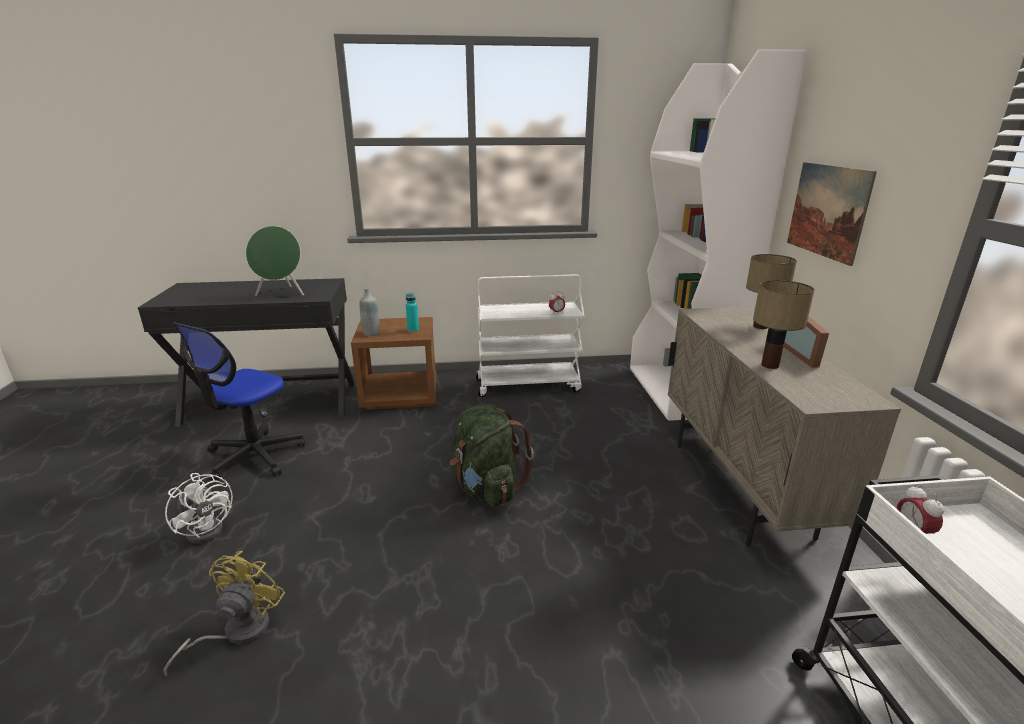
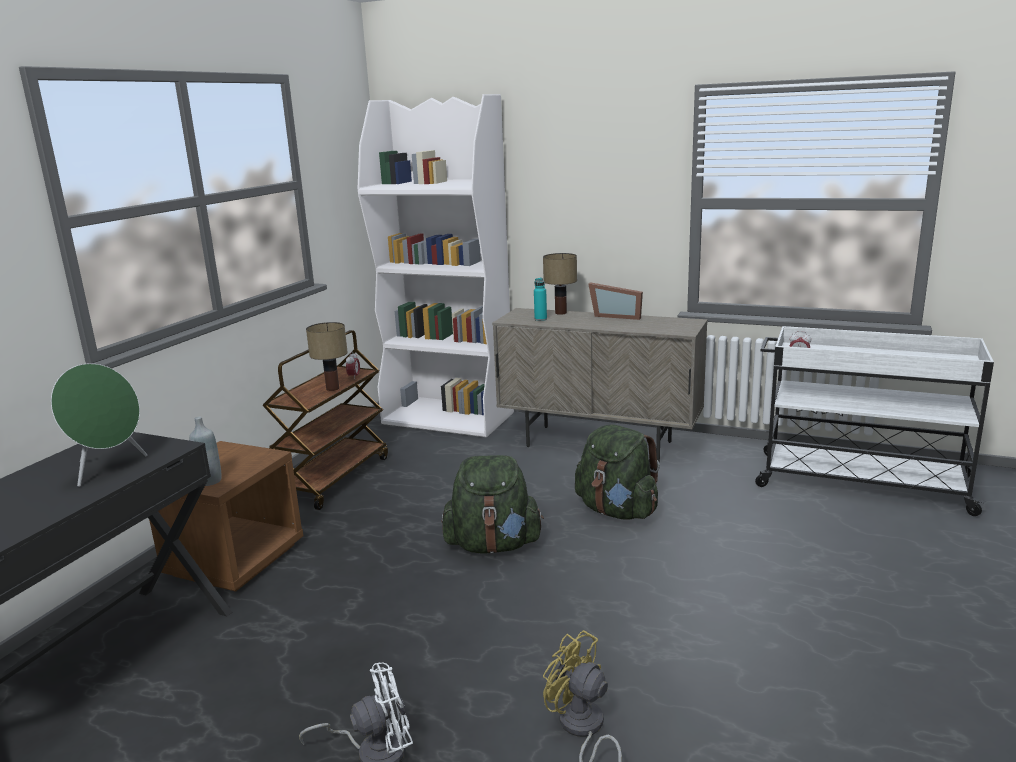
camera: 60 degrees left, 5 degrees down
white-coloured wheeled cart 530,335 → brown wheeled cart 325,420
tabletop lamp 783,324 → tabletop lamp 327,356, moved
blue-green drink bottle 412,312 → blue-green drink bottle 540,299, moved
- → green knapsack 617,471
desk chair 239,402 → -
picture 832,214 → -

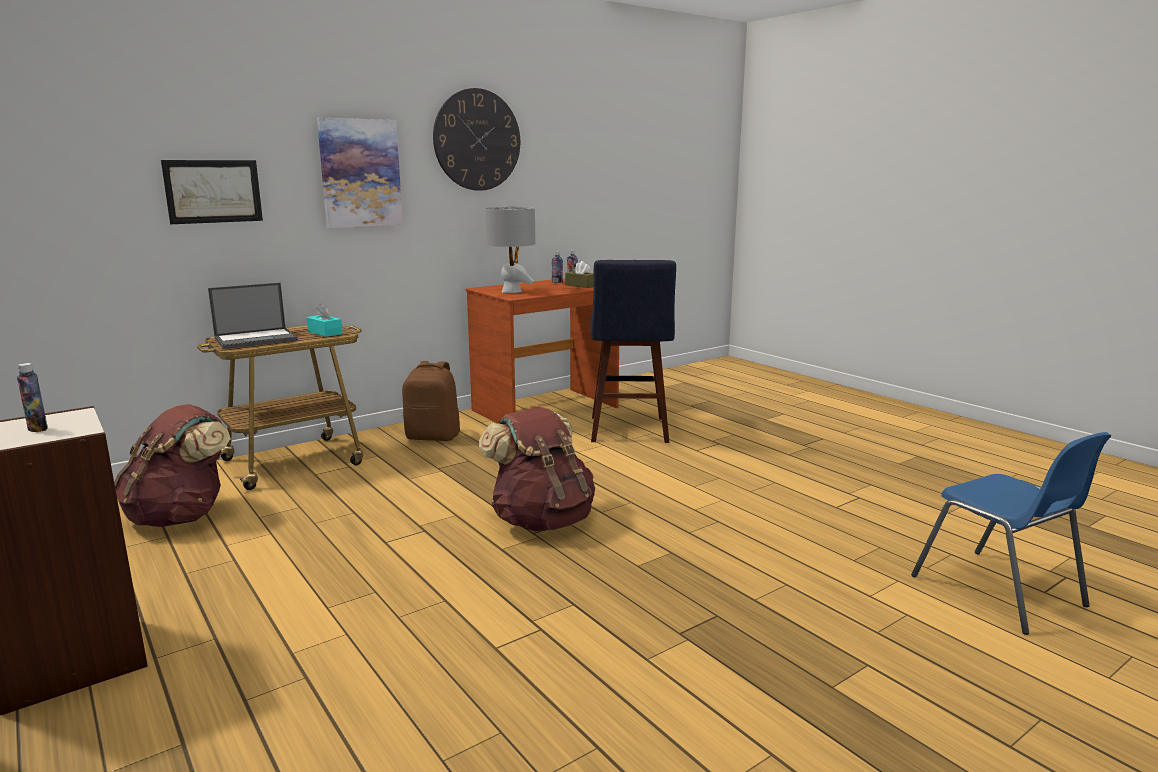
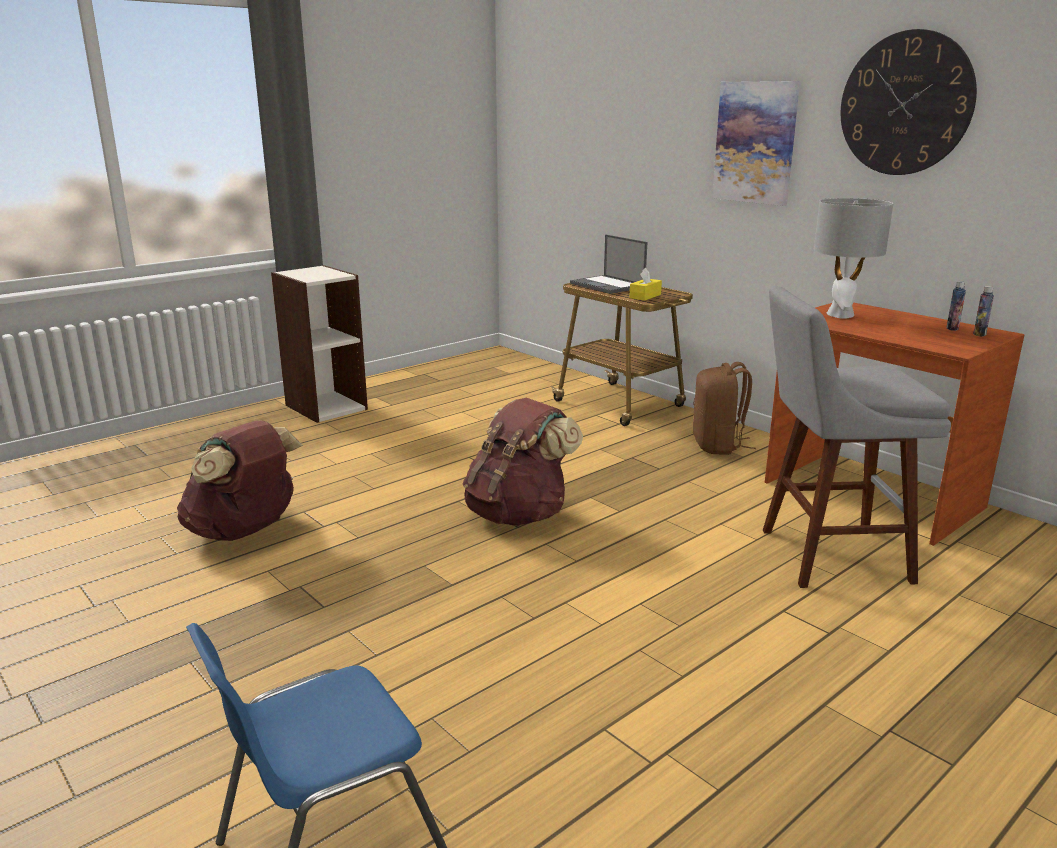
camera: 85 degrees right, 5 degrees up
brown knapsack 172,465 → brown knapsack 240,481, moved
blue-green tissue box 325,320 → yellowish tissue box 645,284
blue stool 633,351 → grey stool 857,437
drink bottle 32,397 → -
picture 212,192 → -
brown tissue box 579,274 → -

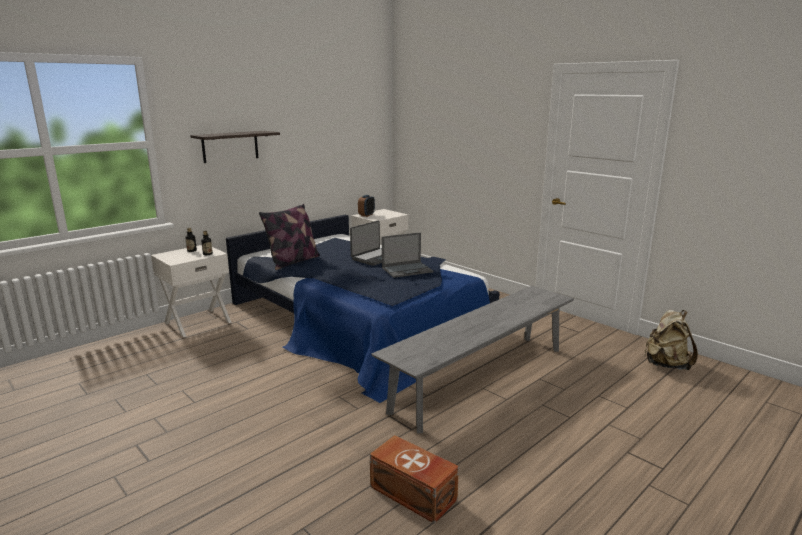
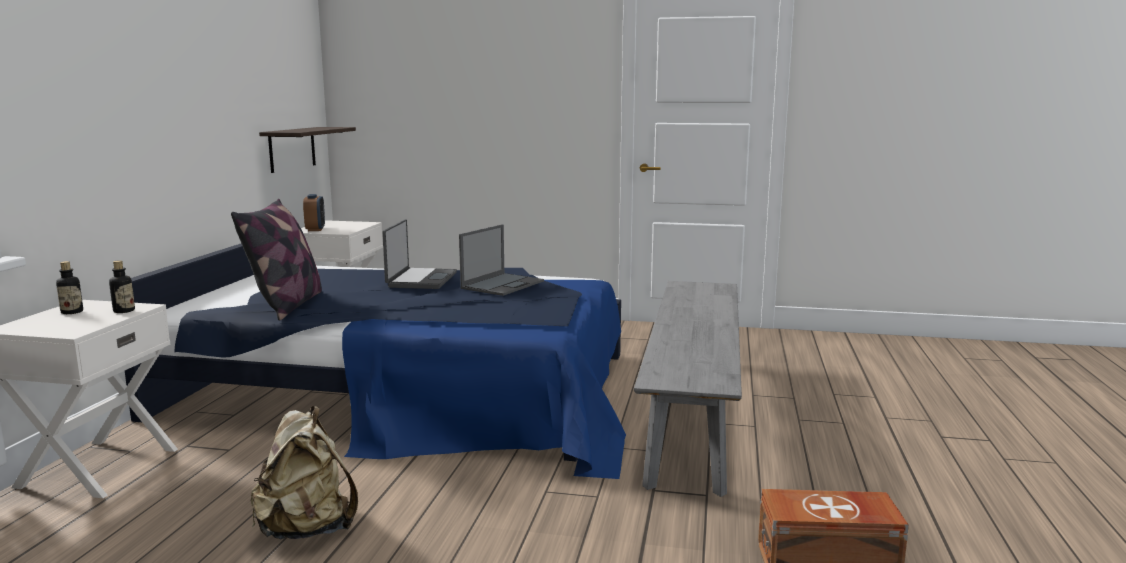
camera: 35 degrees left, 5 degrees down
sand-coloured knapsack 671,340 → sand-coloured knapsack 304,472, moved
bracket shelf 235,147 → bracket shelf 307,150, moved

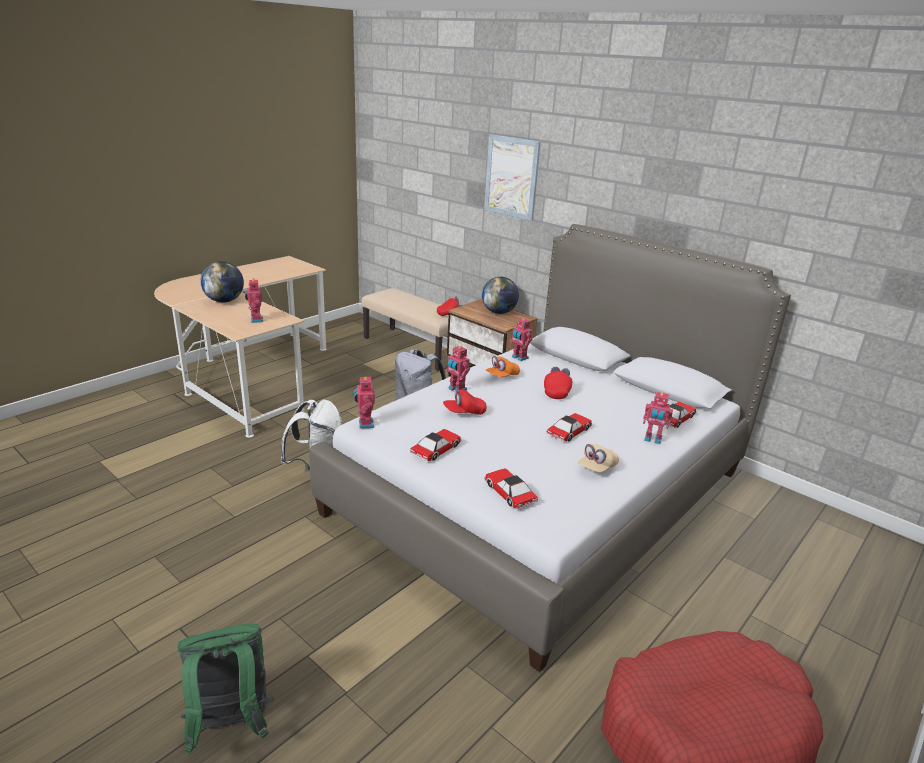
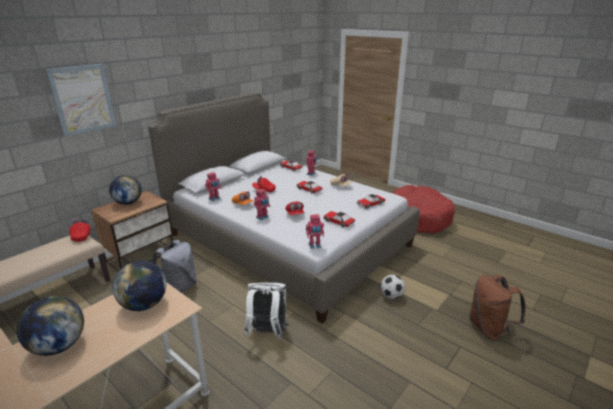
camera: 90 degrees left, 0 degrees up
toy robot 254,300 → globe 139,285
- → football 393,287
green knapsack 226,689 → brown knapsack 497,307

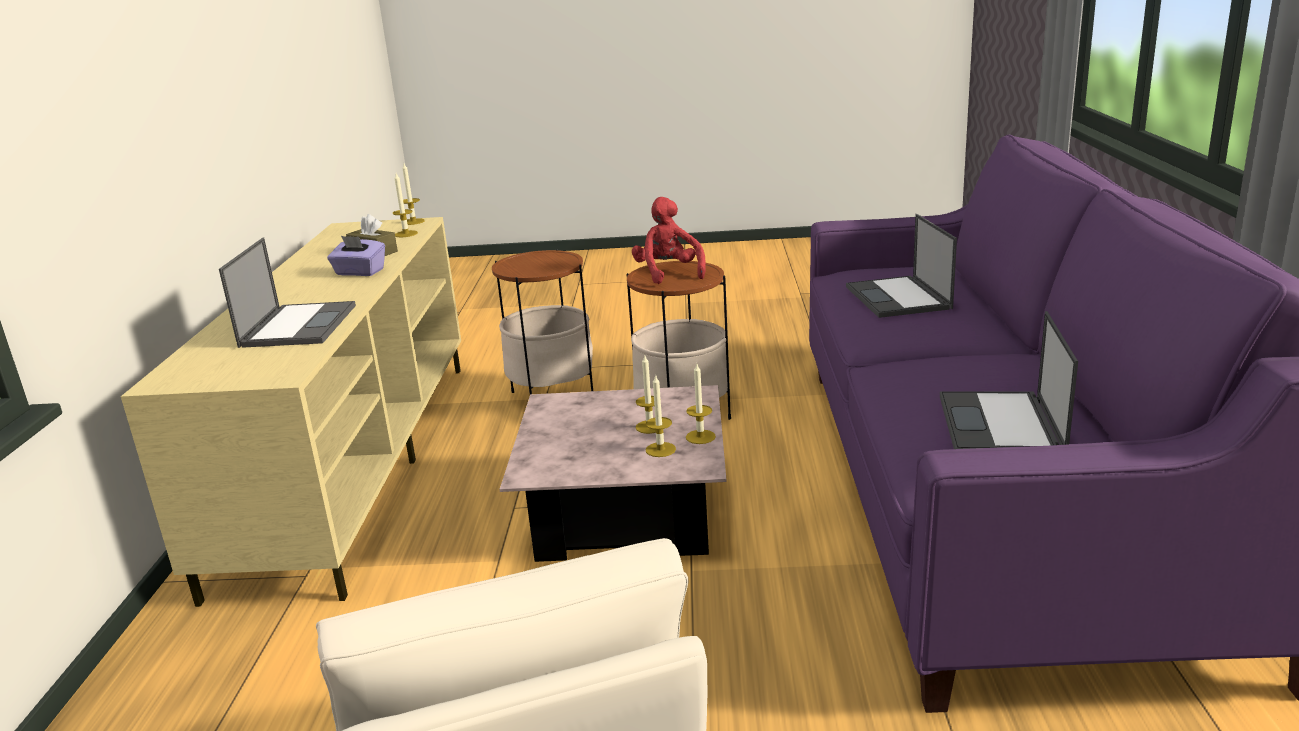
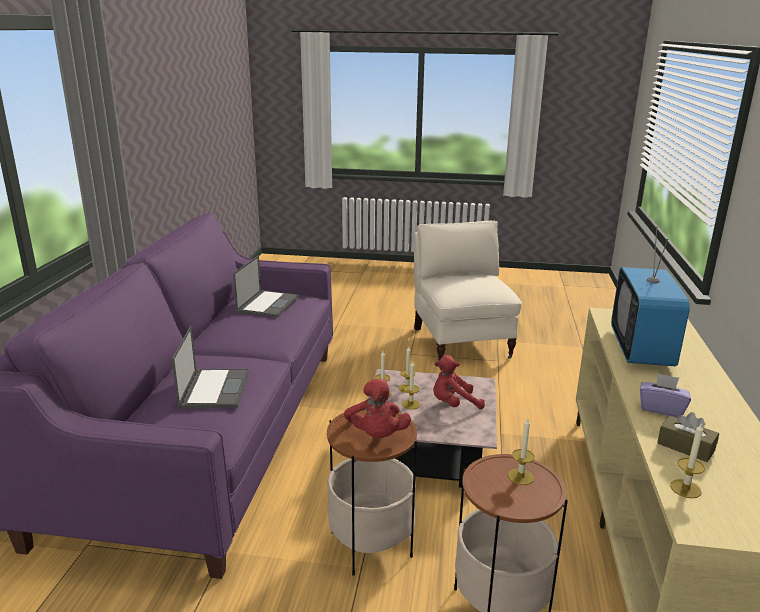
camera: 175 degrees left, 0 degrees up
- → red-coloured plush toy 459,382
wax light 413,194 → wax light 521,451, moved
laptop 287,292 → TV 650,296

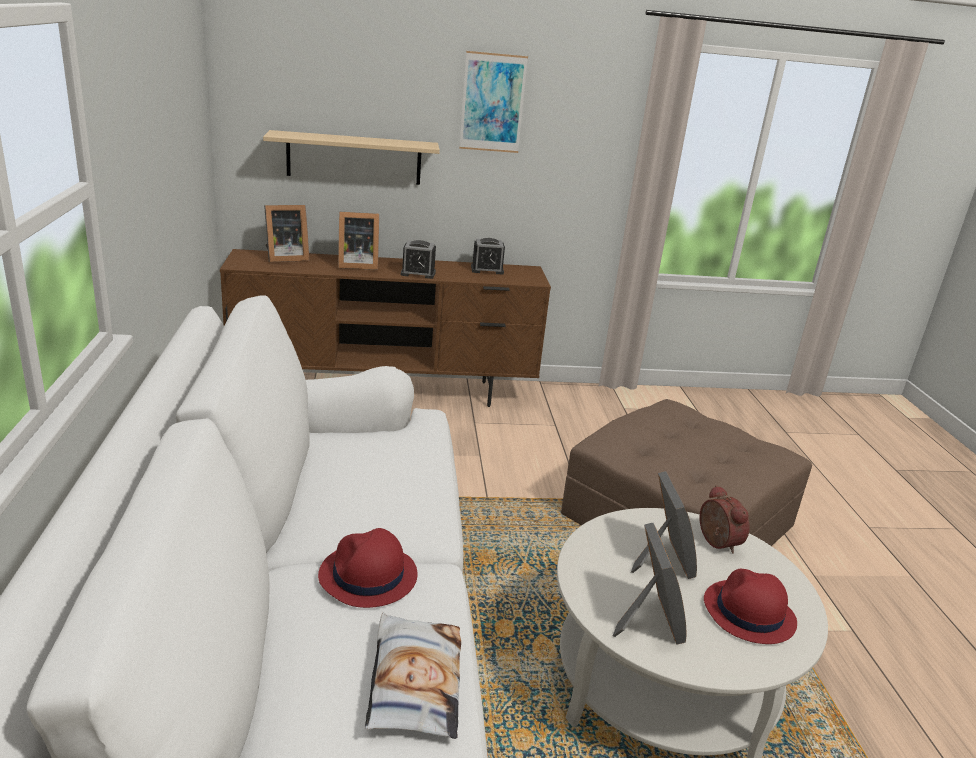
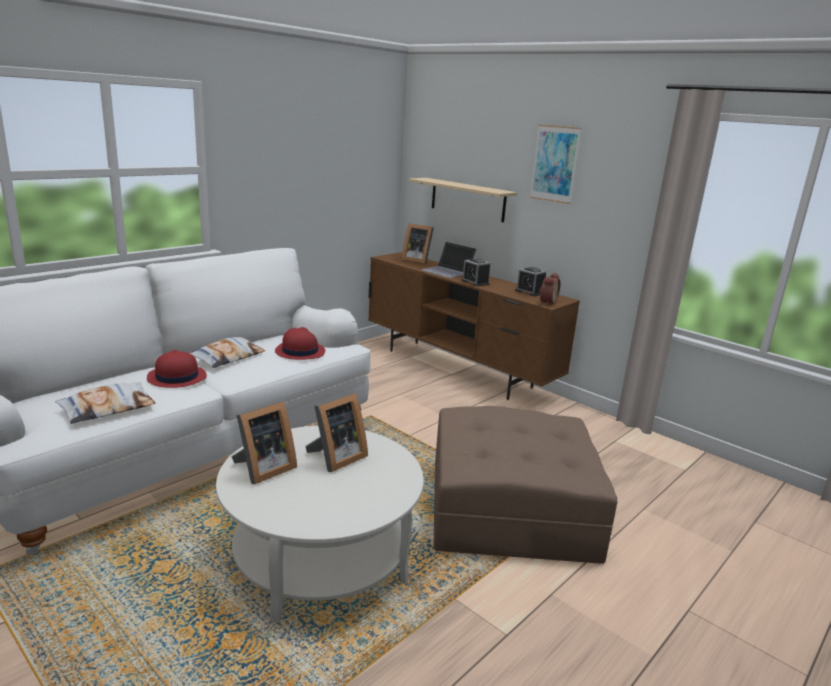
camera: 50 degrees right, 5 degrees down
- → throw pillow 227,352
red-coloured wearable hat 750,606 → red-coloured wearable hat 300,343, moved
photo frame 358,241 → laptop 449,260
bedside clock 724,519 → bedside clock 549,289, moved

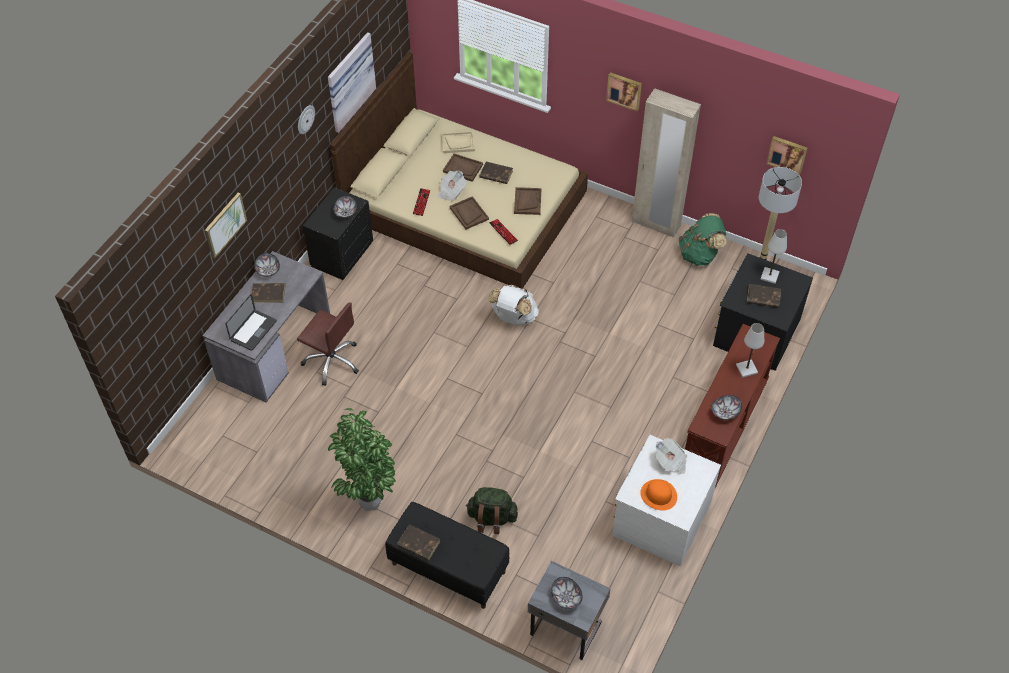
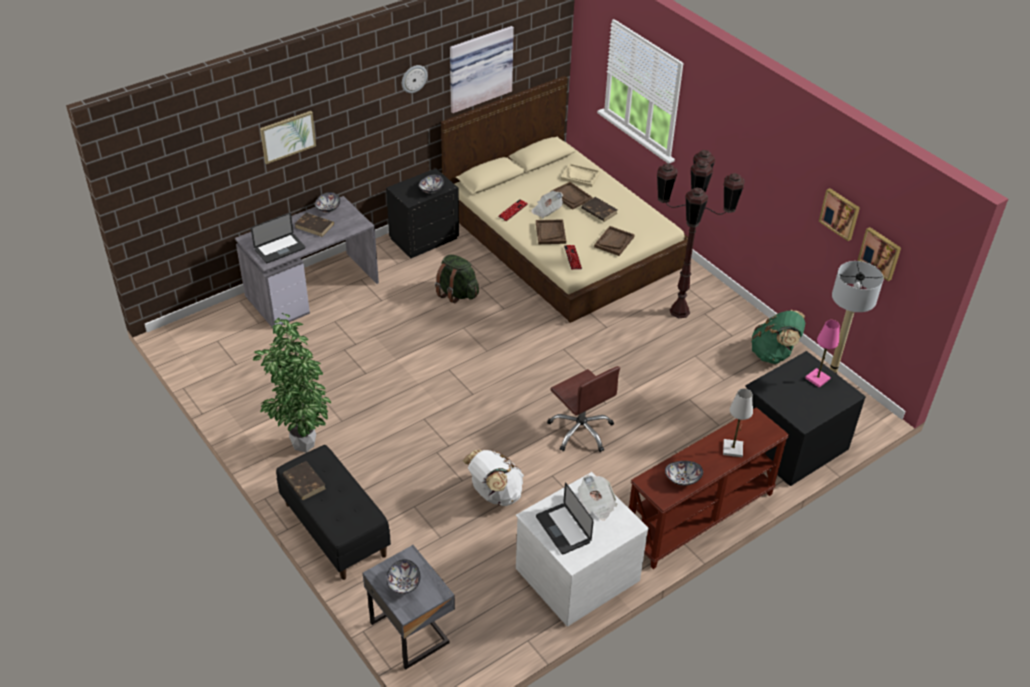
camera: 25 degrees right, 10 degrees down
green knapsack 492,510 → green knapsack 457,278, moved
white-coloured knapsack 513,304 → white-coloured knapsack 493,478, moved
orange wearable hat 658,495 → laptop 565,518
brown desk chair 328,344 → brown desk chair 583,409, moved
- → brown floor lamp 701,234
white-coloured tabletop lamp 773,256 → pink tabletop lamp 822,354
picture 624,91 → picture 839,214, moved
sand-coloured armoire 666,163 → -
brown book 764,296 → -

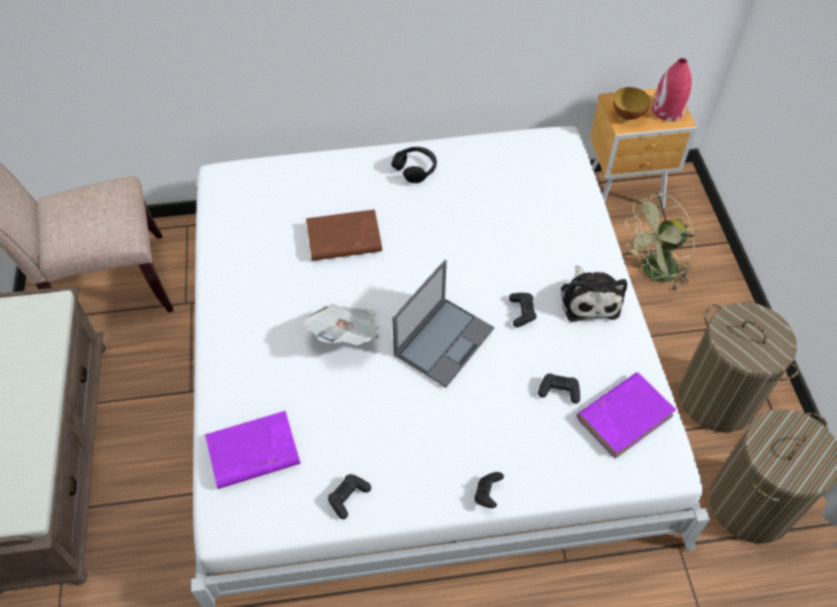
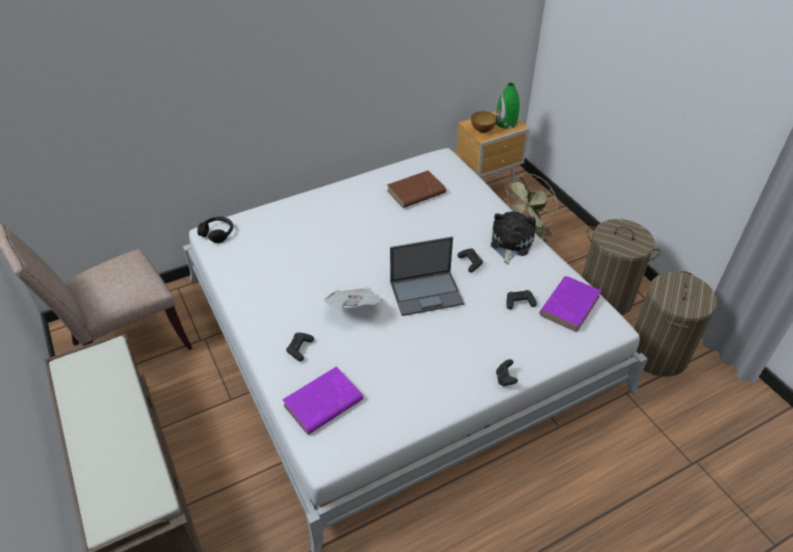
camera: 20 degrees left, 10 degrees down
black-coloured headphones 414,165 → black-coloured headphones 215,230, moved
black-coloured gamepad 349,496 → black-coloured gamepad 300,347, moved
brown book 344,235 → brown book 416,189, moved
laptop 443,323 → laptop 427,276, 60 degrees clockwise
plush toy 594,294 → plush toy 513,237, 135 degrees counterclockwise
red-coloured flower vase 672,89 → green flower vase 508,106

